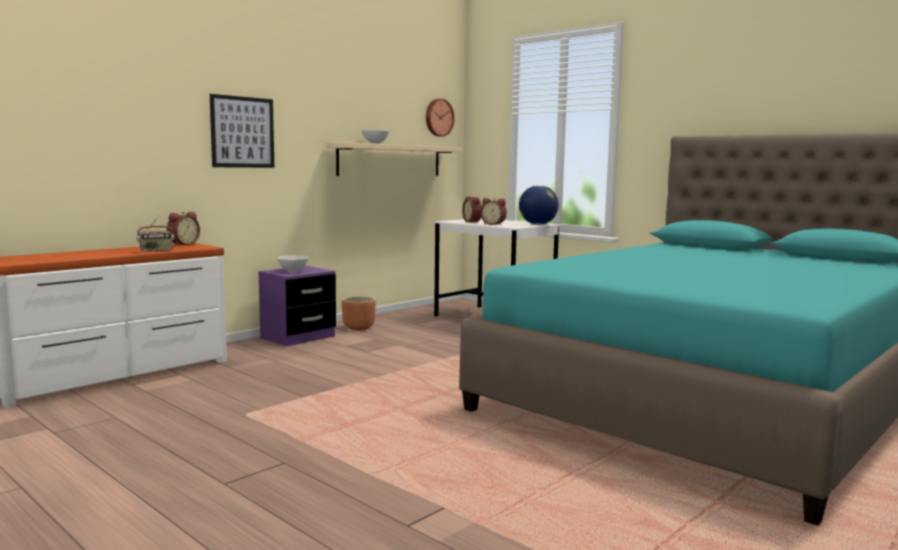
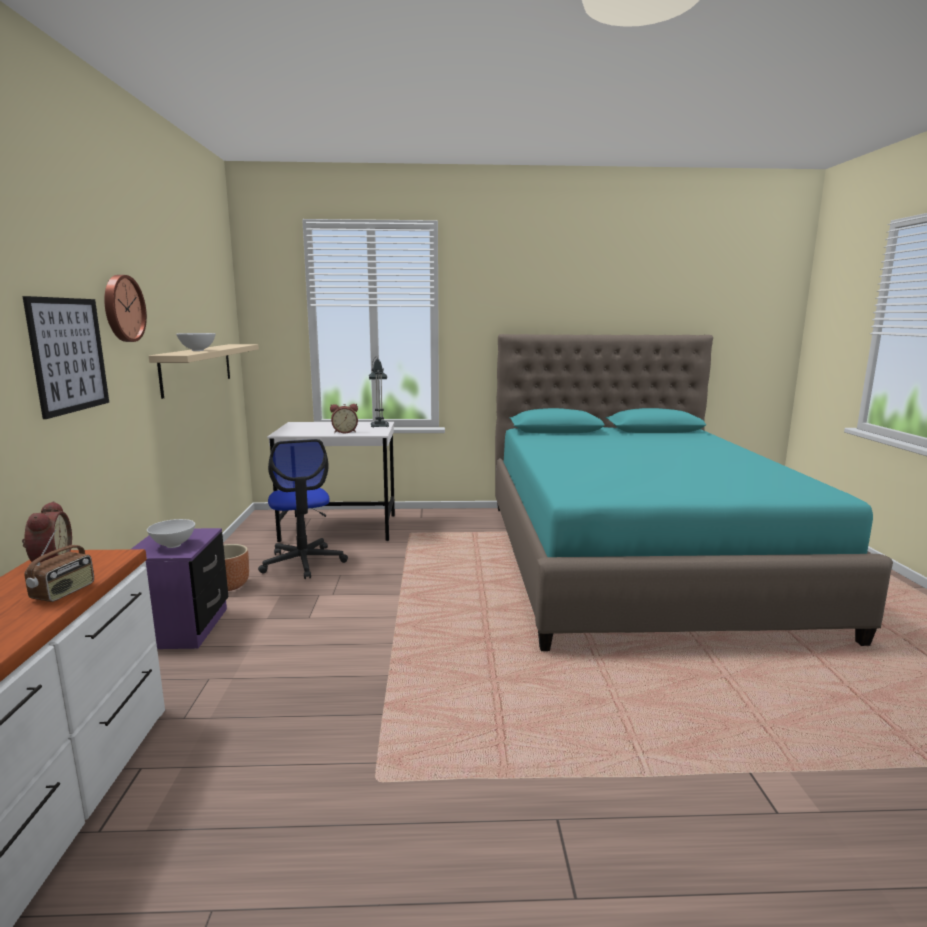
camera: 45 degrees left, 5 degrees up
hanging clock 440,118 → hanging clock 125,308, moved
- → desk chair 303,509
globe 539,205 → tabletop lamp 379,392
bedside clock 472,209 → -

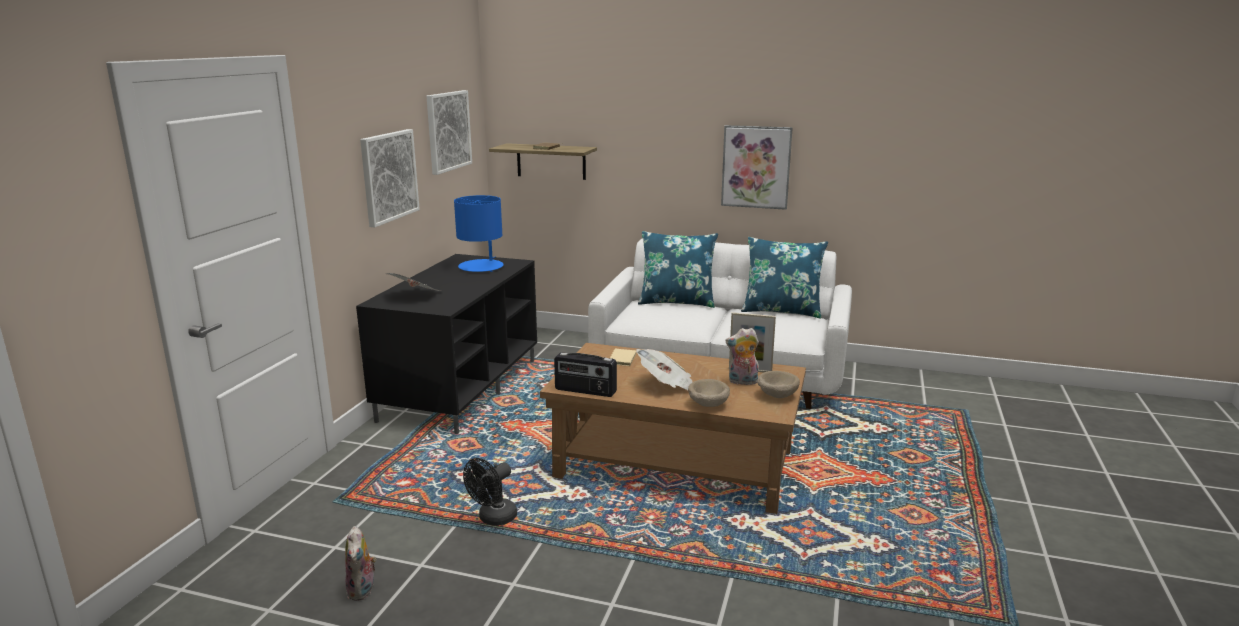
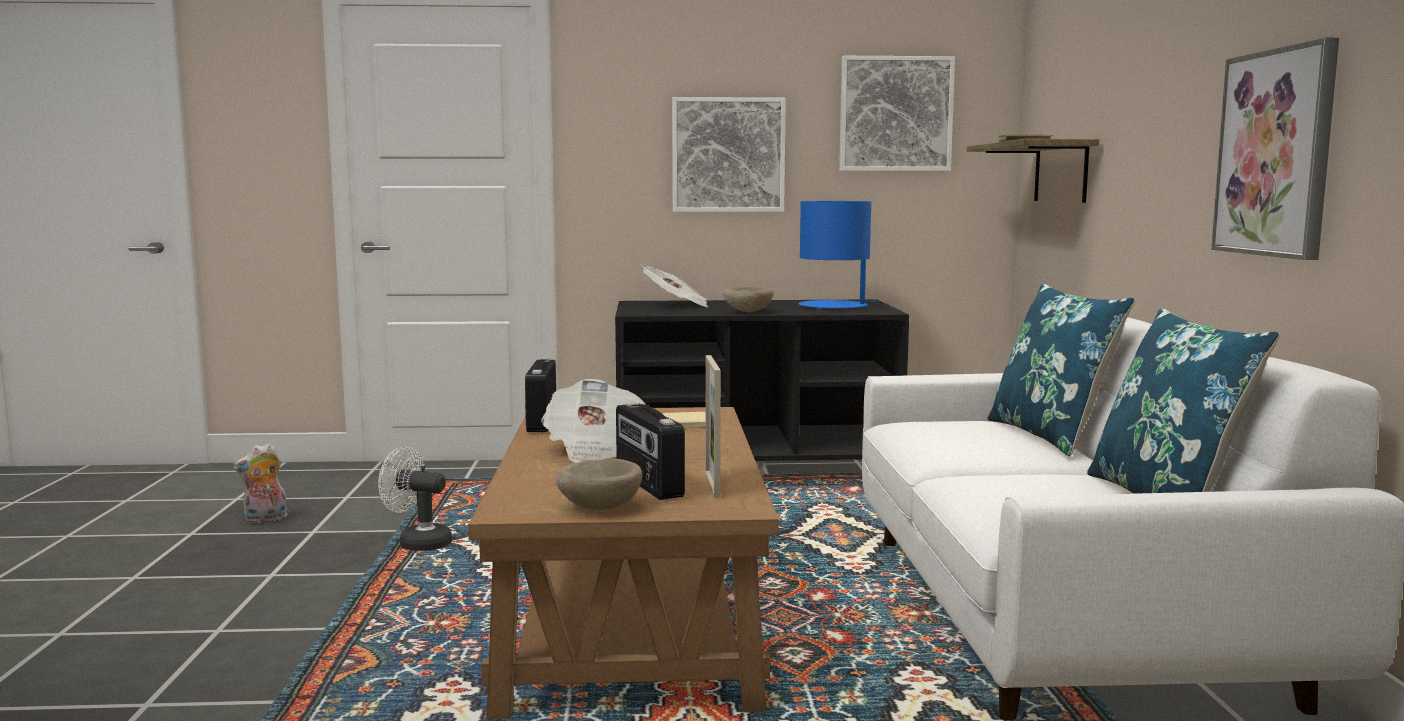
camera: 70 degrees right, 10 degrees down
black-coloured electric fan 490,492 → white-coloured electric fan 415,499
plush toy 742,356 → radio set 650,451
sand-coloured deep dish 709,393 → sand-coloured deep dish 748,300, moved

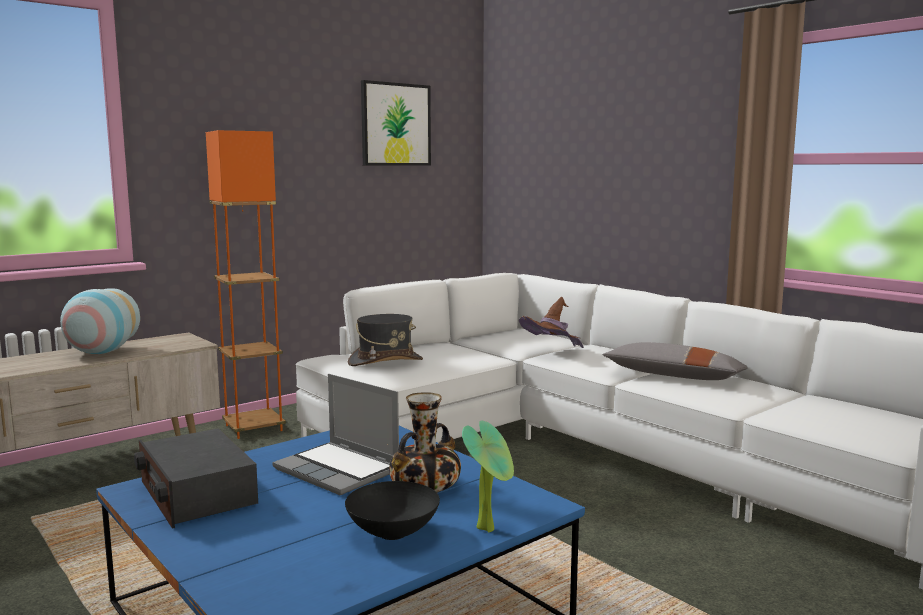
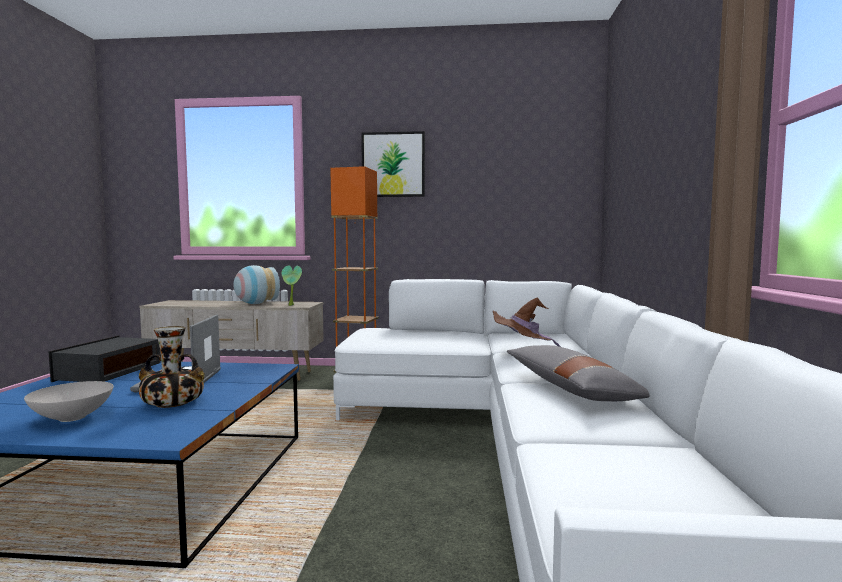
camera: 45 degrees right, 5 degrees down
black-coloured deep dish 392,510 → white-coloured deep dish 69,401
houseplant 488,476 → houseplant 292,286, moved
picture 396,123 → picture 393,164, moved
grey wearable hat 385,340 → -

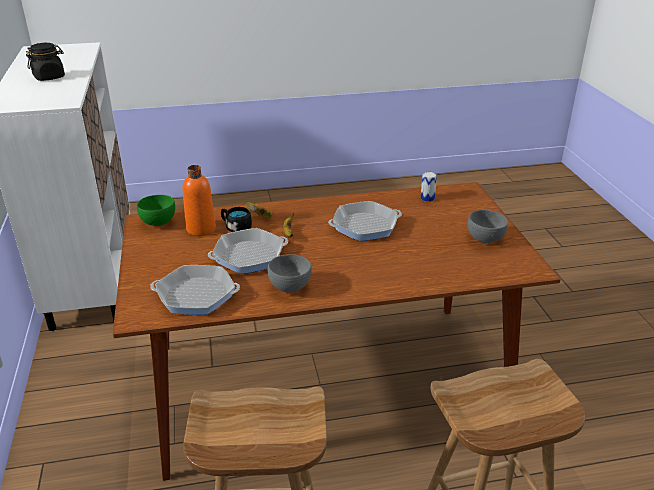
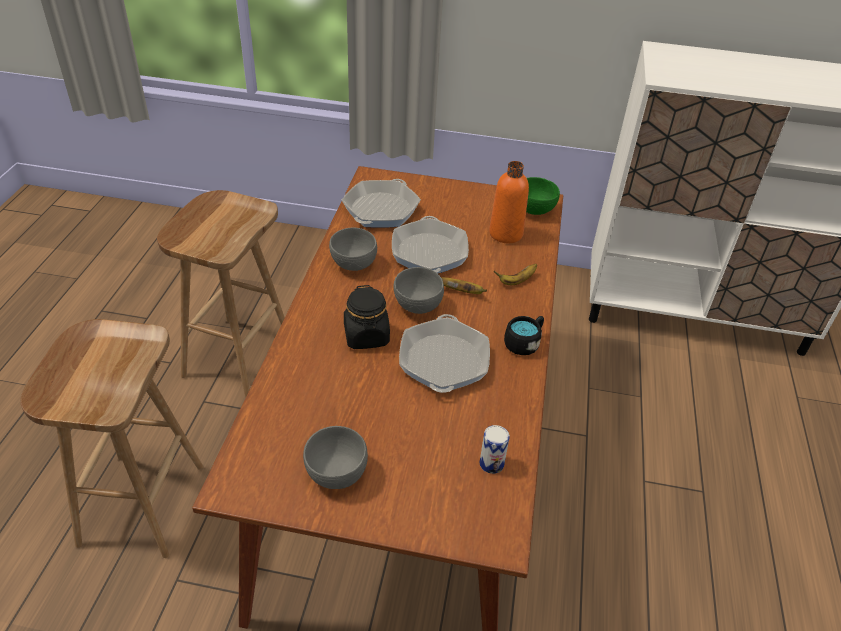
camera: 110 degrees right, 10 degrees up
black-coloured storage jar 45,62 → black-coloured storage jar 367,317, moved
- → grey deep dish 419,290
black-coloured mug 236,219 → black-coloured mug 524,335, moved

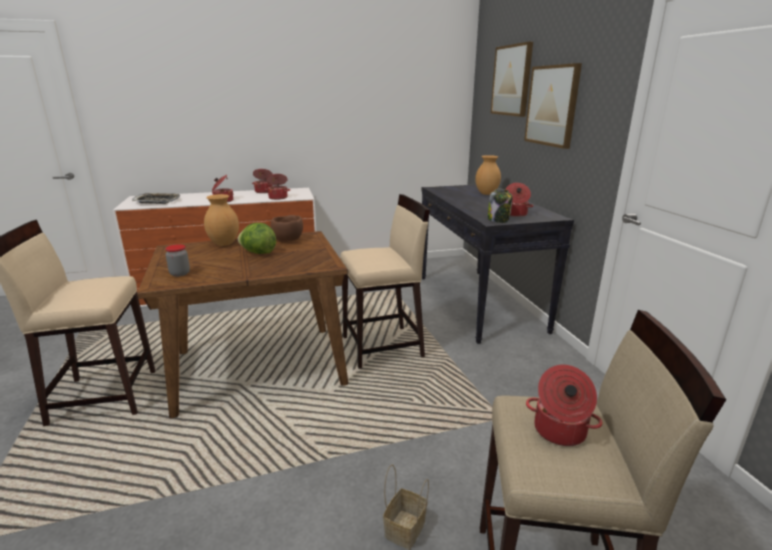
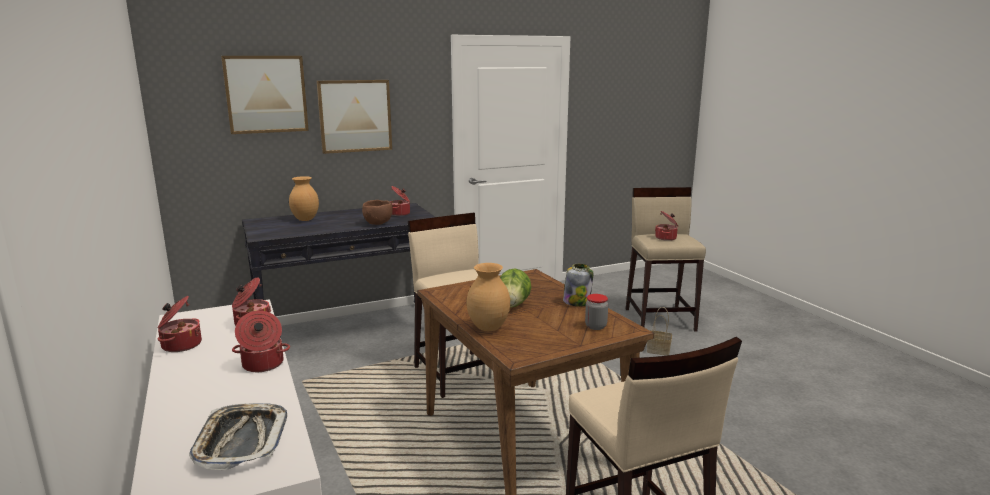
camera: 100 degrees left, 5 degrees down
brown deep dish 287,228 → brown deep dish 377,212, moved
storage jar 500,206 → storage jar 578,285, moved

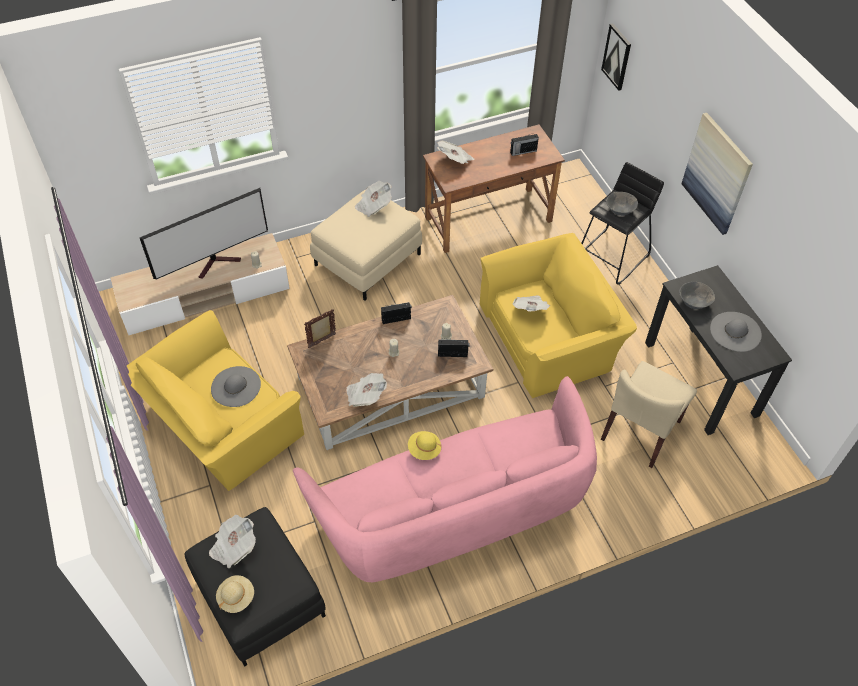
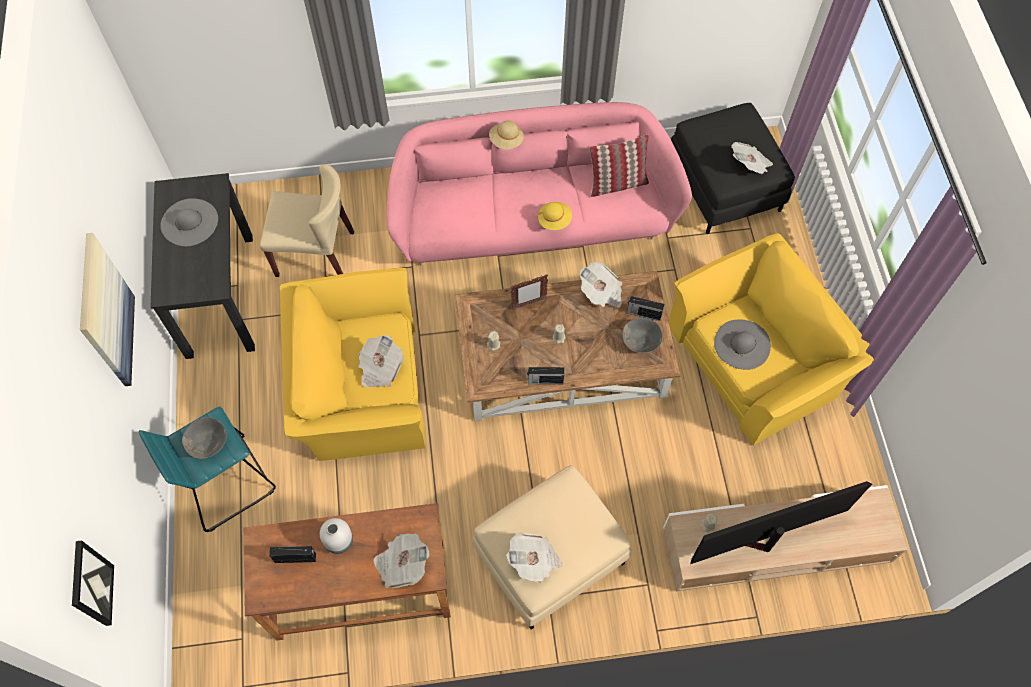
camera: 165 degrees left, 10 degrees up
black-coloured stool 622,223 → blue-green stool 207,469
sand-coloured chair 649,414 → sand-coloured chair 307,220, 45 degrees clockwise
- → white-coloured flower vase 336,536
sand-coloured wearable hat 235,594 → sand-coloured wearable hat 506,135, moved
photo frame 320,328 → photo frame 529,292, moved
- → throw pillow 619,165
grey deep dish 697,295 → grey deep dish 642,335, moved
radio set 454,347 → radio set 645,308, moved

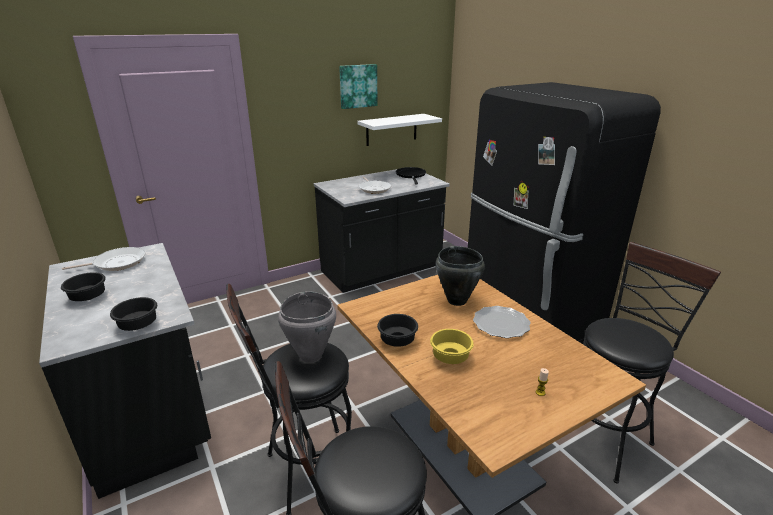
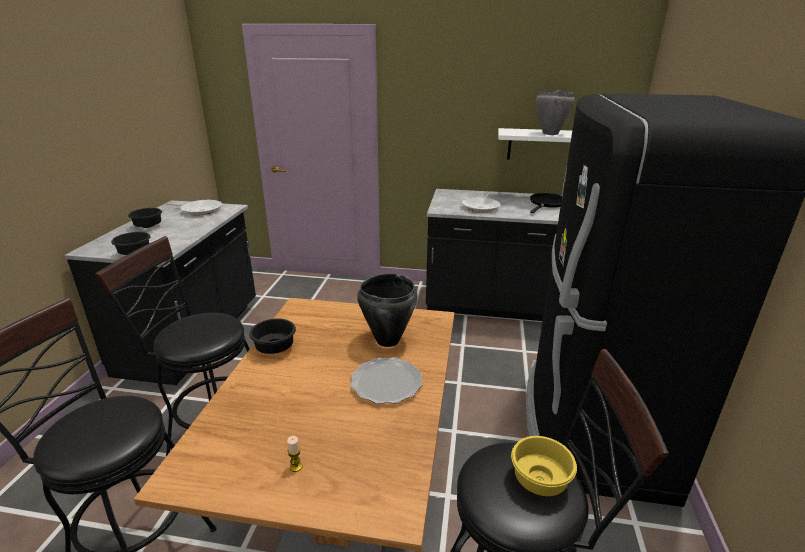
camera: 40 degrees right, 0 degrees up
yellowish deep dish 452,346 → yellowish deep dish 544,466, moved
grey stockpot 307,327 → grey stockpot 555,112, moved
picture 358,86 → -

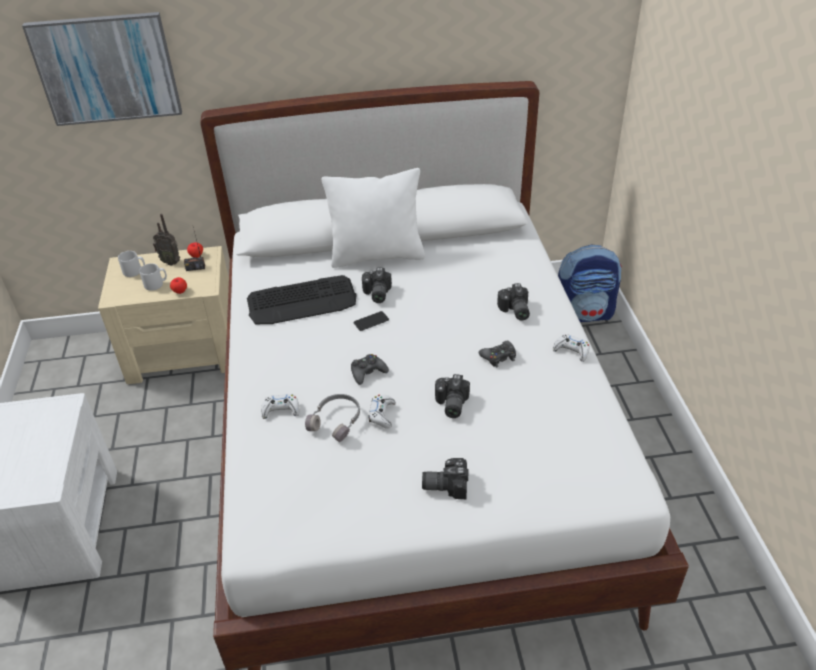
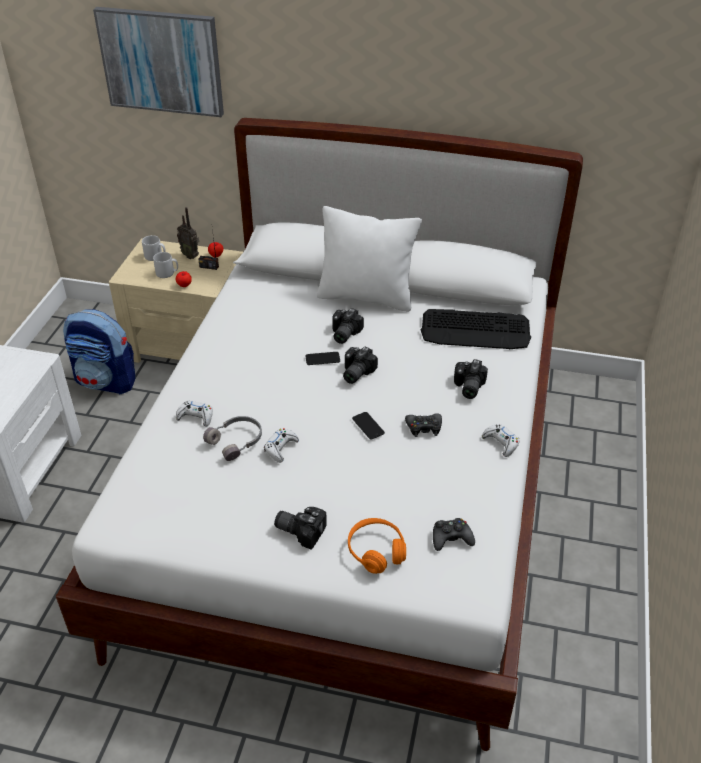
camera: 20 degrees right, 0 degrees up
knapsack 590,283 → knapsack 99,351, moved
still camera 452,396 → still camera 360,365, moved
- → orange headphones 377,546
- → telephone 368,425
keyboard 302,299 → keyboard 476,329, moved
black-coloured gamepad 370,369 → black-coloured gamepad 454,534, moved

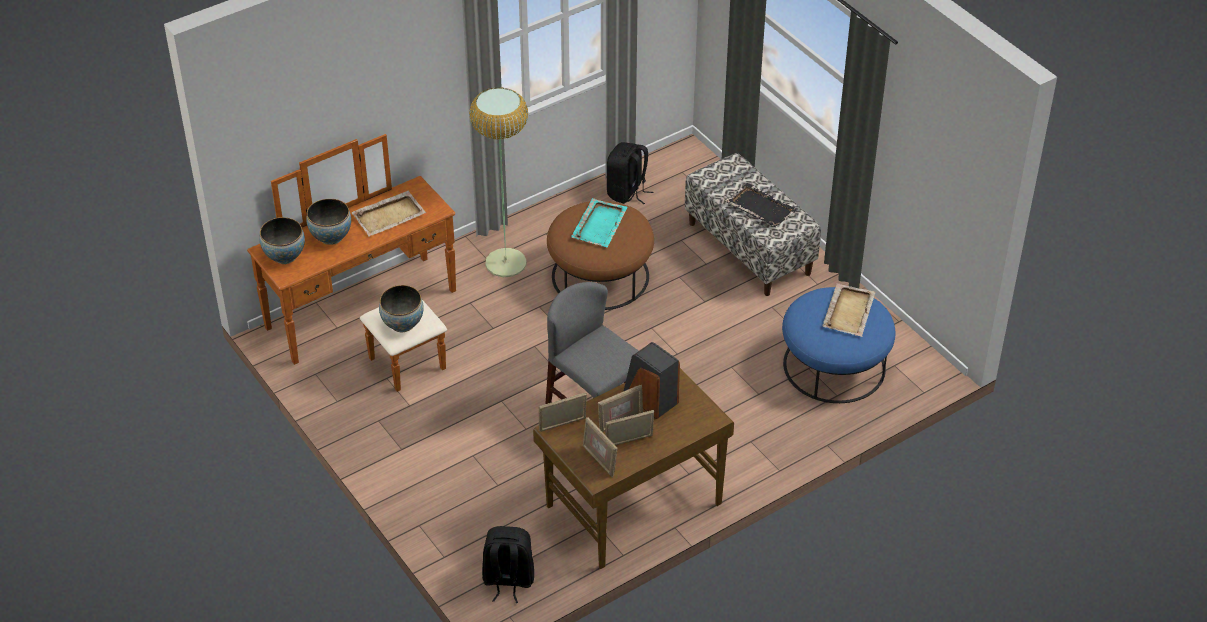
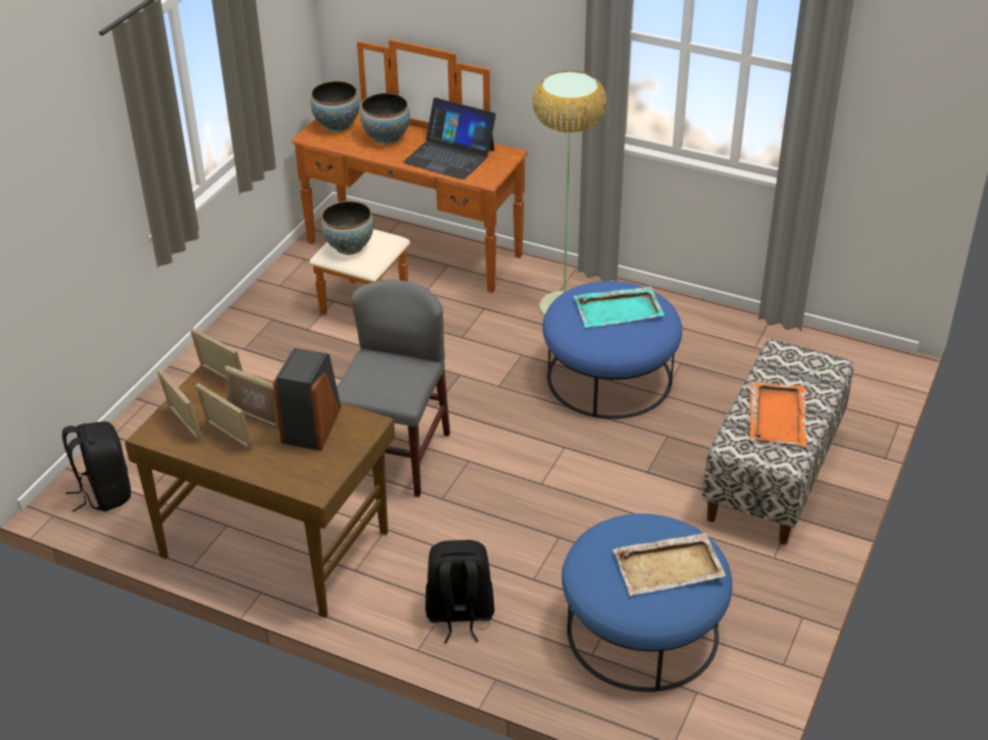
camera: 60 degrees right, 5 degrees down
photo frame 600,447 → photo frame 179,404, 120 degrees clockwise
sand-coloured tray 388,214 → laptop 449,139
black-coloured knapsack 630,173 → black-coloured knapsack 459,591, moved
brown pouffe 600,255 → blue pouffe 612,350
black-coloured tray 761,205 → orange tray 779,413

